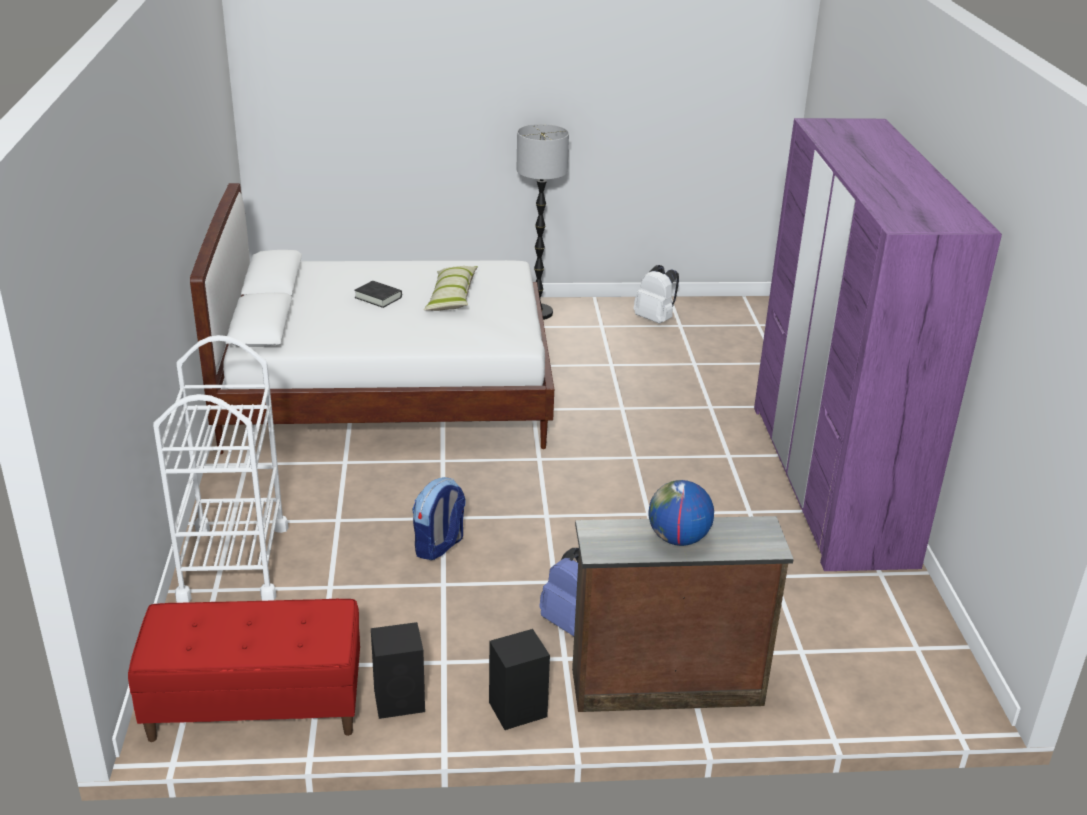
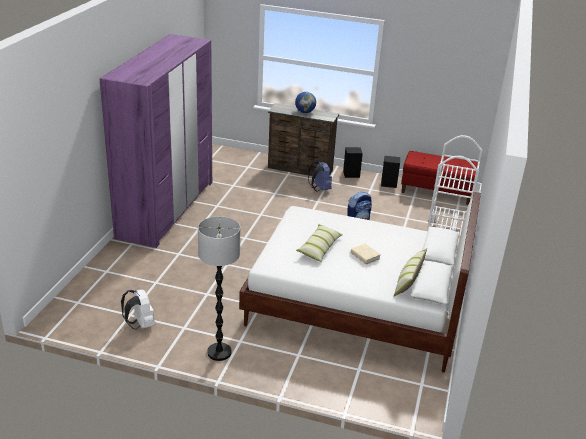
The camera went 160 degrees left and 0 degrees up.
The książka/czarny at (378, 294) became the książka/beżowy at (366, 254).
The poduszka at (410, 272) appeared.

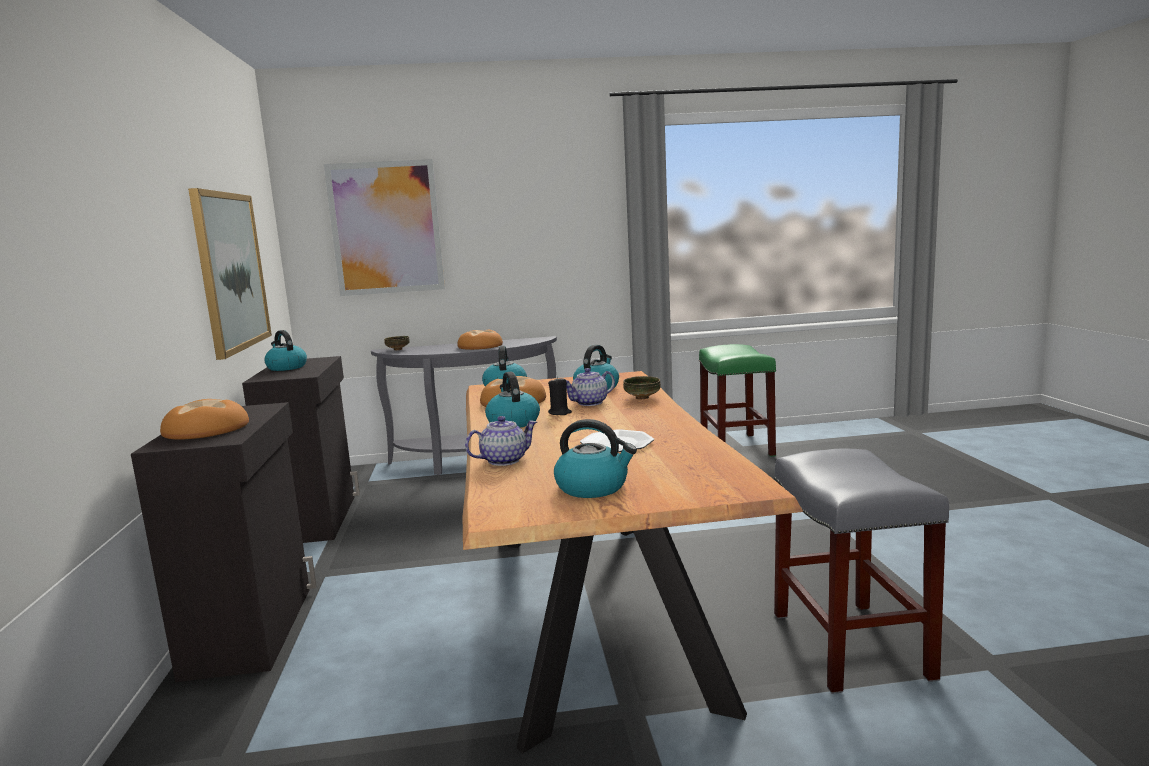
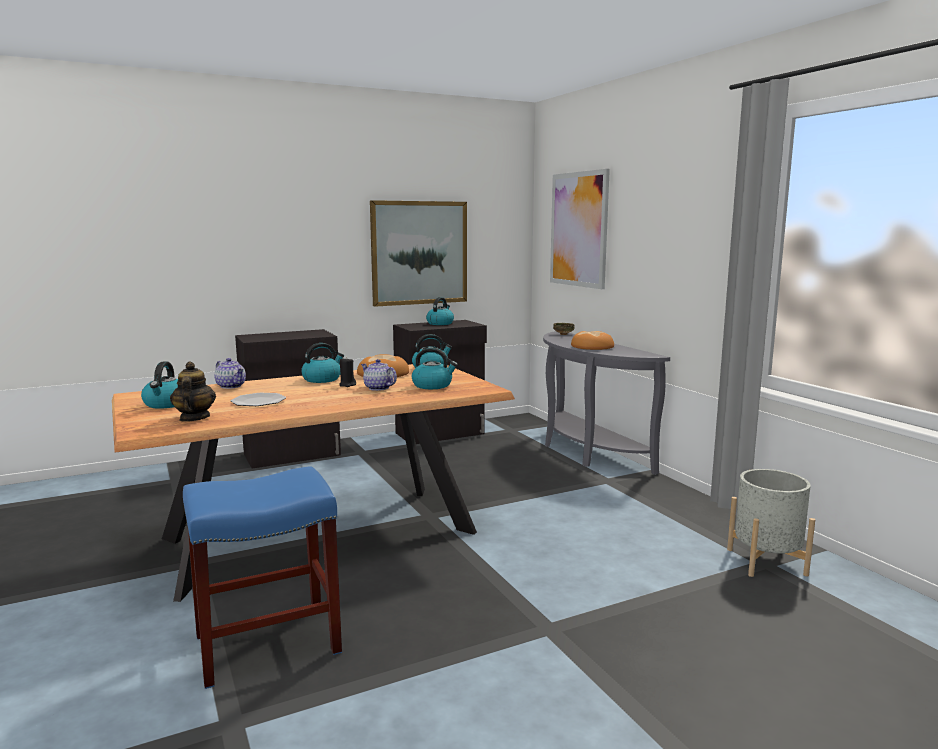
The camera went 70 degrees right and 0 degrees up.
The chleb at (204, 419) disappeared.
The miska at (642, 387) disappeared.
The stołek/zielony at (737, 400) was replaced by the donica/szary at (771, 523).
The stołek/szary at (861, 571) became the stołek/niebieski at (262, 577).
The imbryk at (193, 392) appeared.

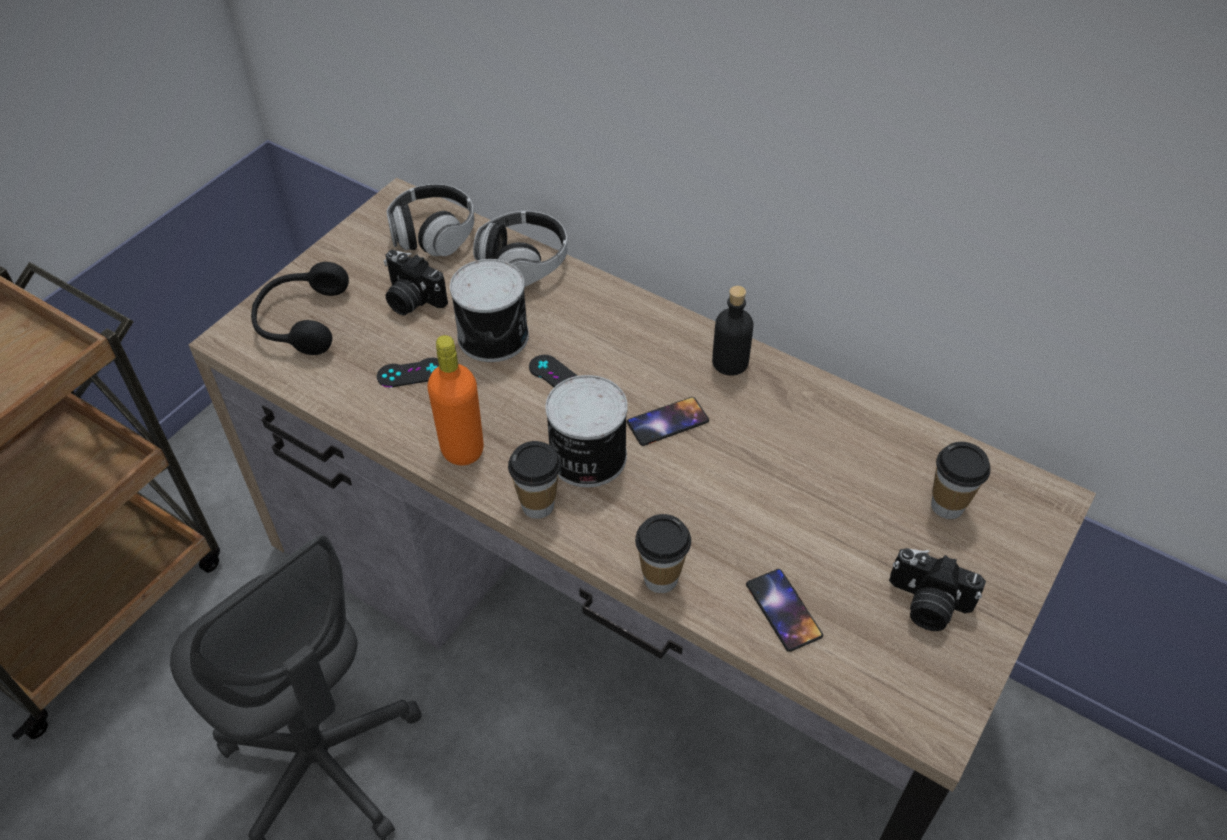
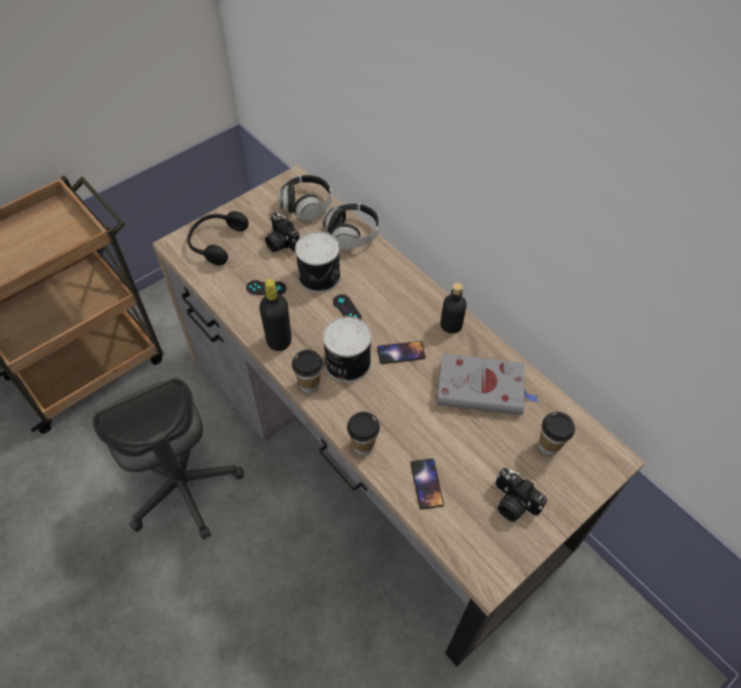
The camera went 15 degrees right and 5 degrees up.
The butelka/pomarańczowy at (455, 400) became the butelka/czarny at (275, 315).
The książka/szary at (487, 384) appeared.

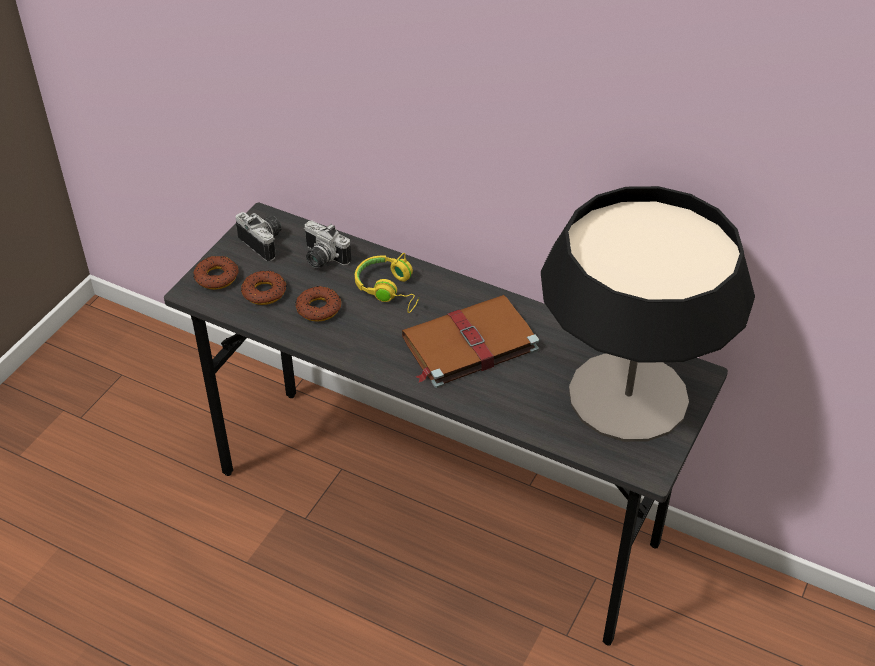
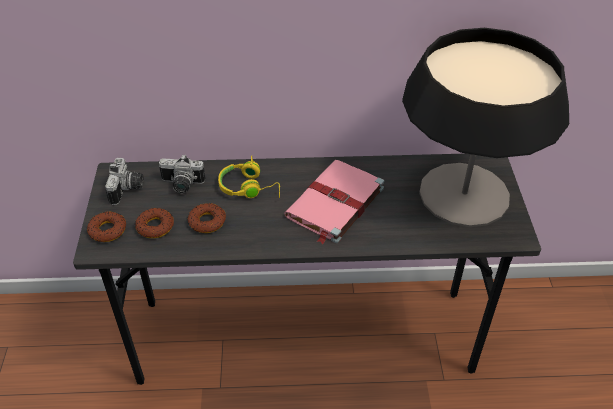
The camera went 30 degrees left and 0 degrees up.
The aparat fotograficzny at (258, 236) turned 75 degrees clockwise.
The książka/brązowy at (470, 341) became the książka/różowy at (334, 202).

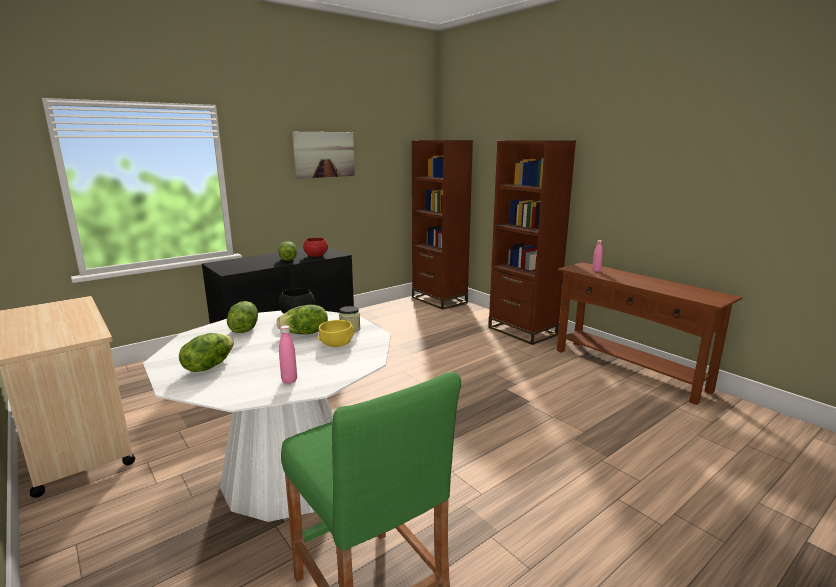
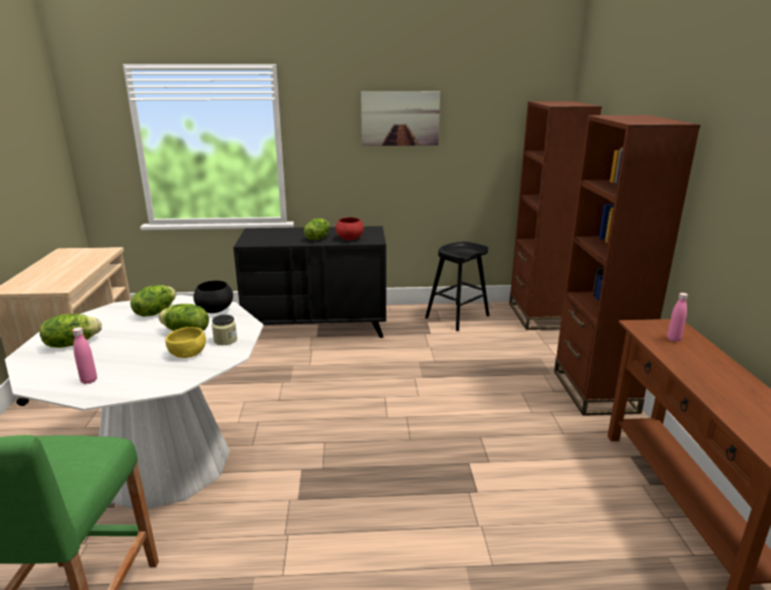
The camera went 35 degrees right and 5 degrees up.
The stołek/czarny at (457, 286) appeared.

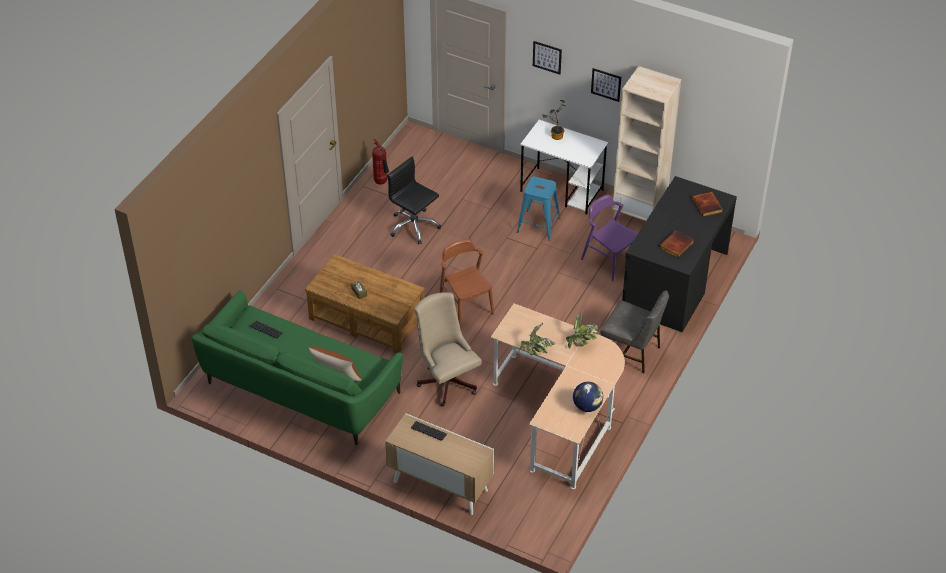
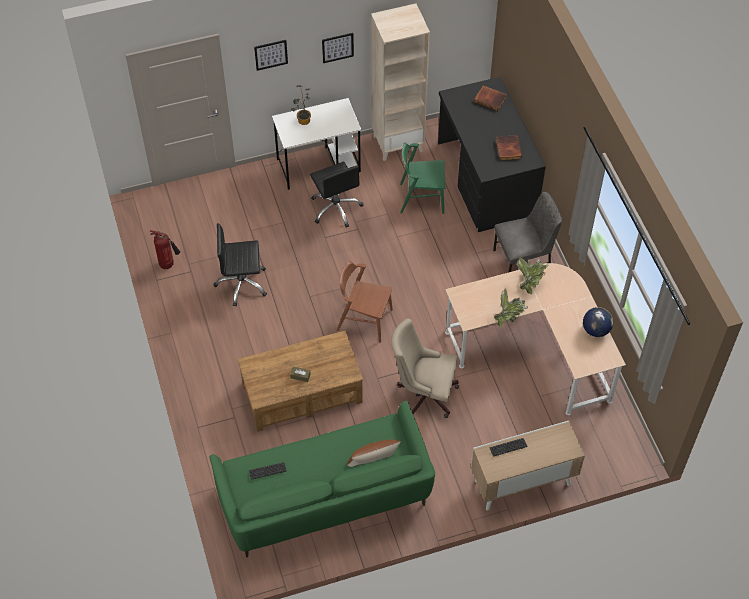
The camera went 45 degrees left and 10 degrees up.
The stołek/niebieski at (538, 209) was replaced by the krzesło biurowe/czarny at (336, 194).
The krzesło/fioletowy at (609, 238) became the krzesło/zielony at (422, 178).

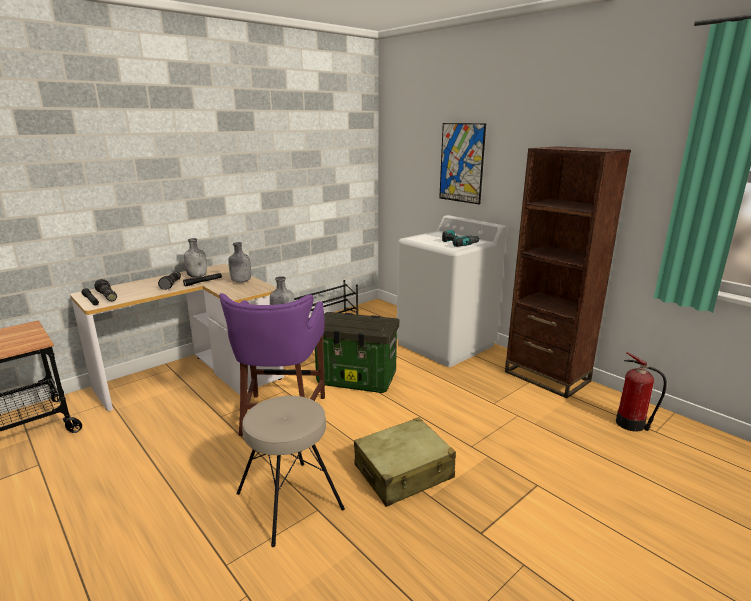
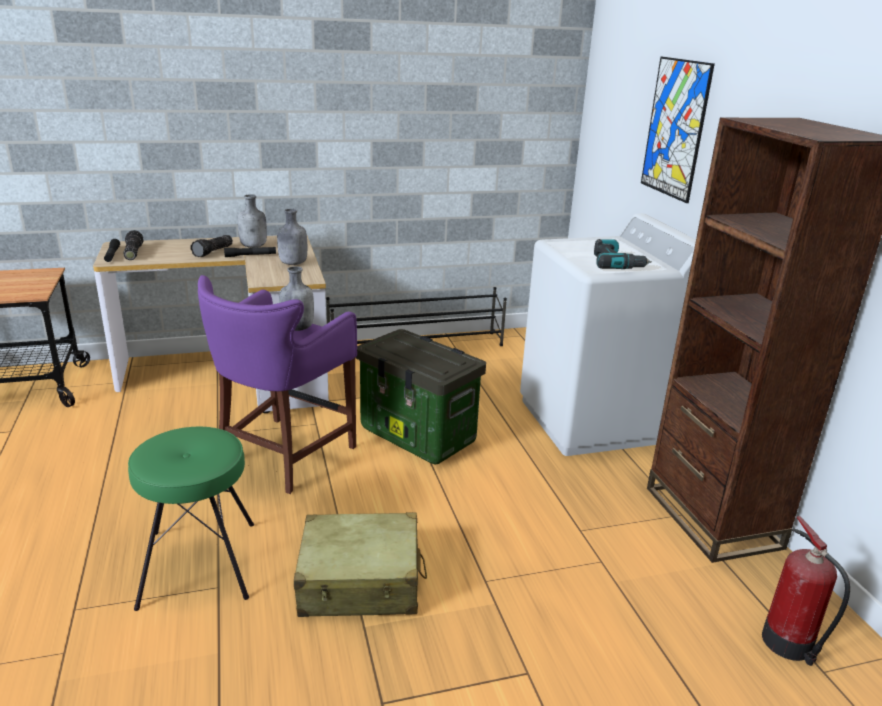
The camera went 25 degrees right and 5 degrees up.
The stołek/beżowy at (291, 471) became the stołek/zielony at (191, 519).

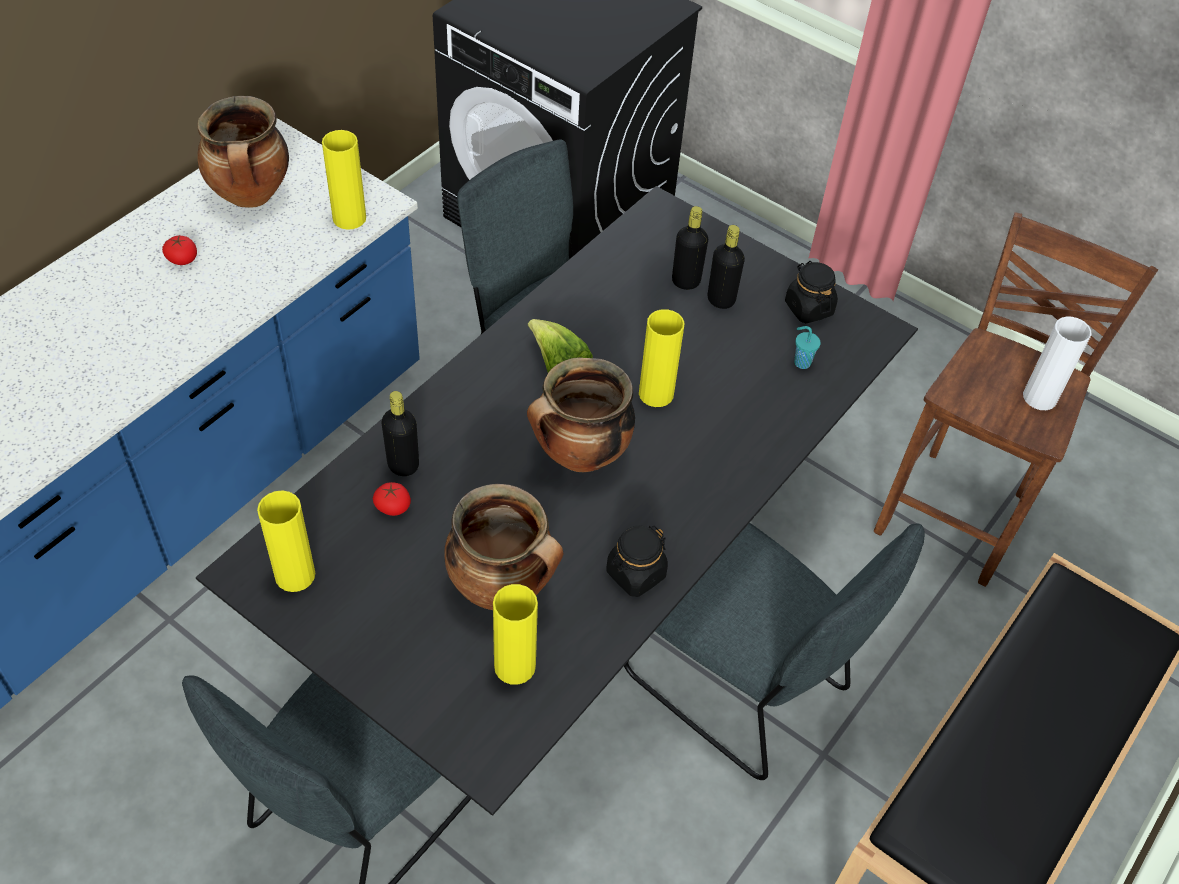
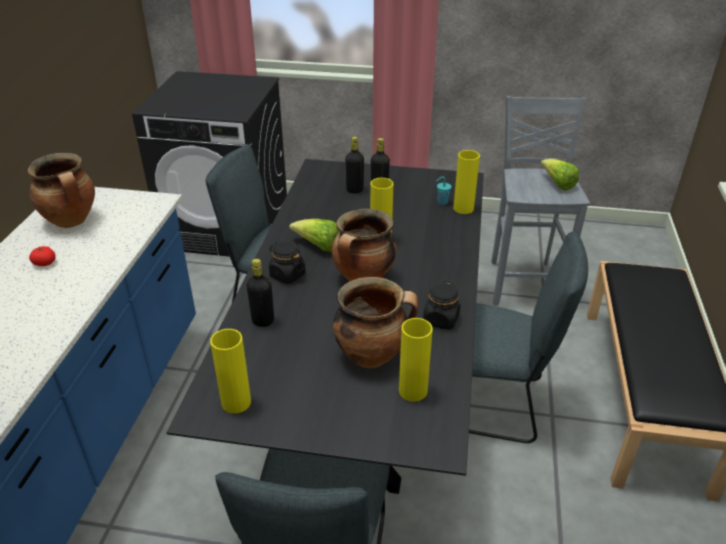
The camera went 25 degrees left and 15 degrees down.
The wazon/żółty moved from (344, 180) to (466, 182).
The pomidor at (392, 499) disappeared.
The słoik/czarny moved from (811, 292) to (287, 262).
The stołek/brązowy at (1016, 399) became the stołek/szary at (540, 201).
The wazon/biały at (1057, 363) was replaced by the sałata at (560, 175).

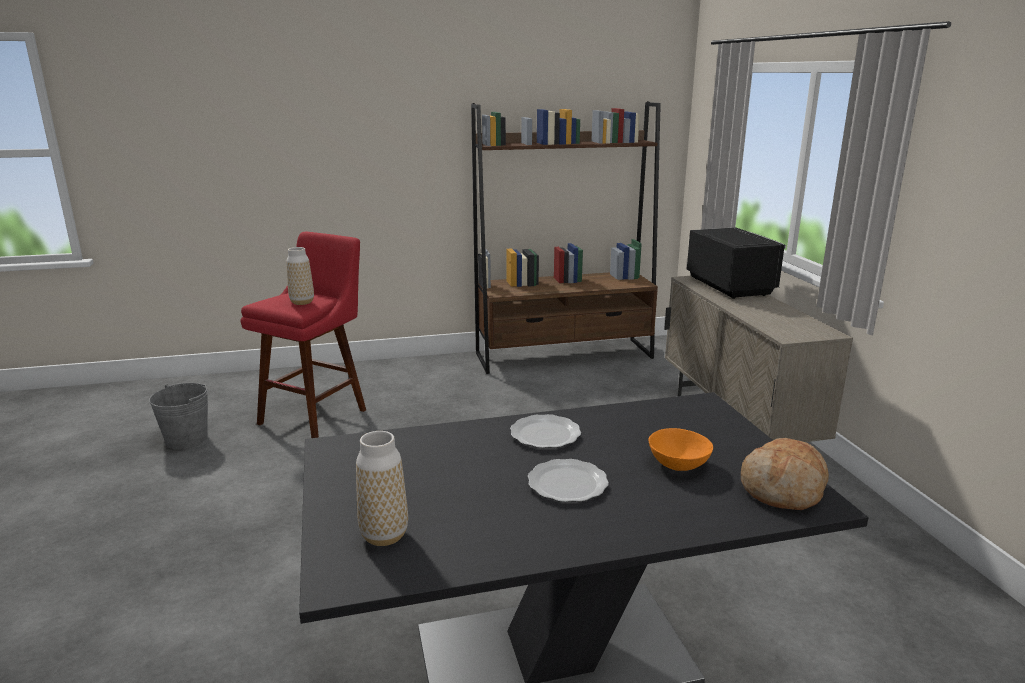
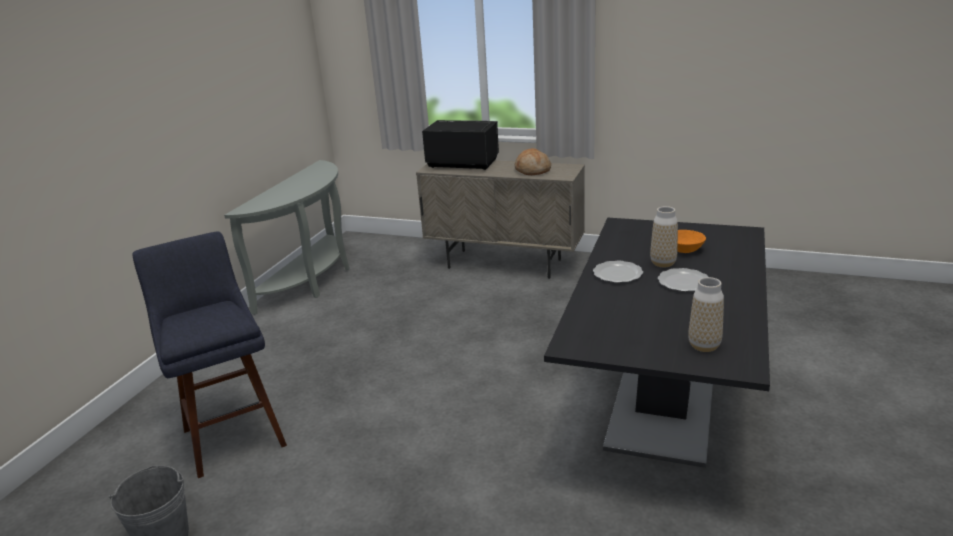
The camera went 55 degrees left and 5 degrees up.
The stołek/czerwony at (303, 335) became the stołek/niebieski at (209, 355).
The wazon moved from (300, 276) to (664, 236).
The regał/brązowy at (566, 237) was replaced by the stolik konsolowy/szary at (287, 237).
The chleb moved from (785, 474) to (533, 161).

